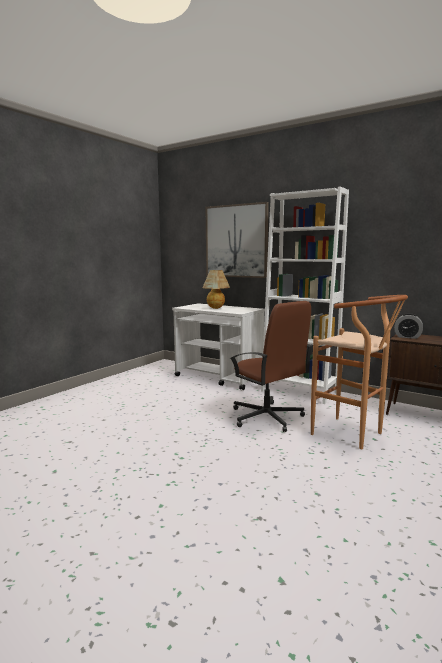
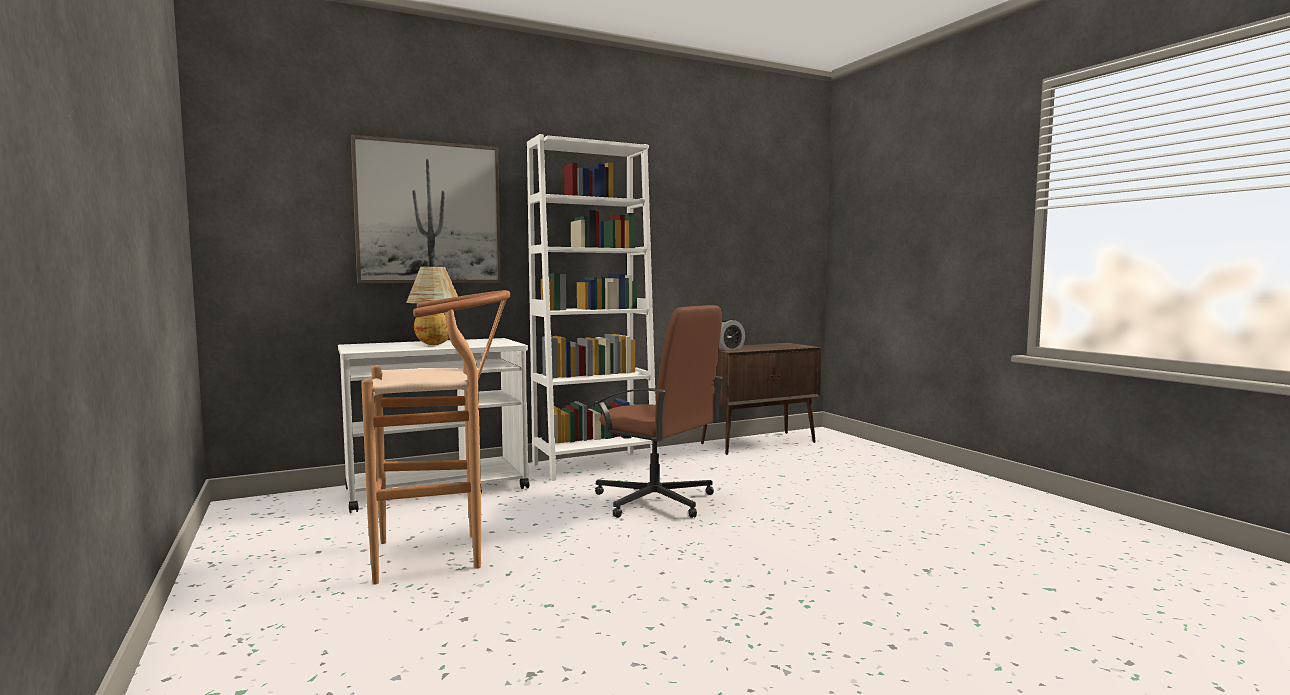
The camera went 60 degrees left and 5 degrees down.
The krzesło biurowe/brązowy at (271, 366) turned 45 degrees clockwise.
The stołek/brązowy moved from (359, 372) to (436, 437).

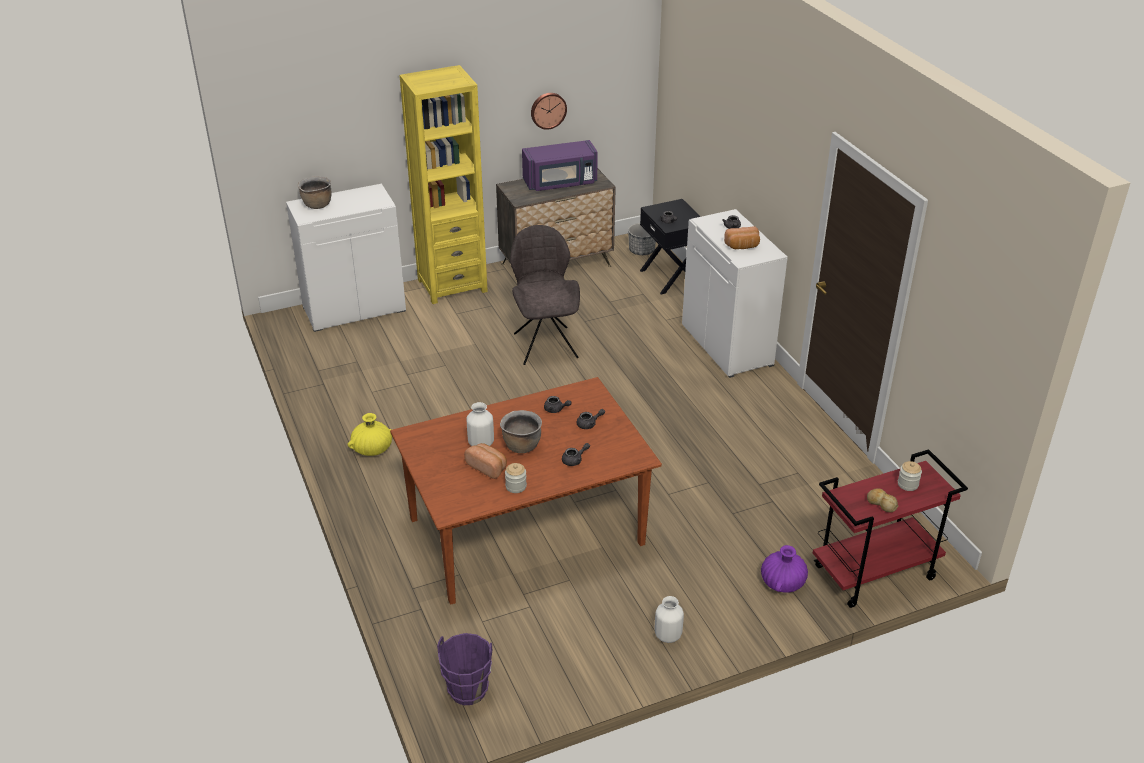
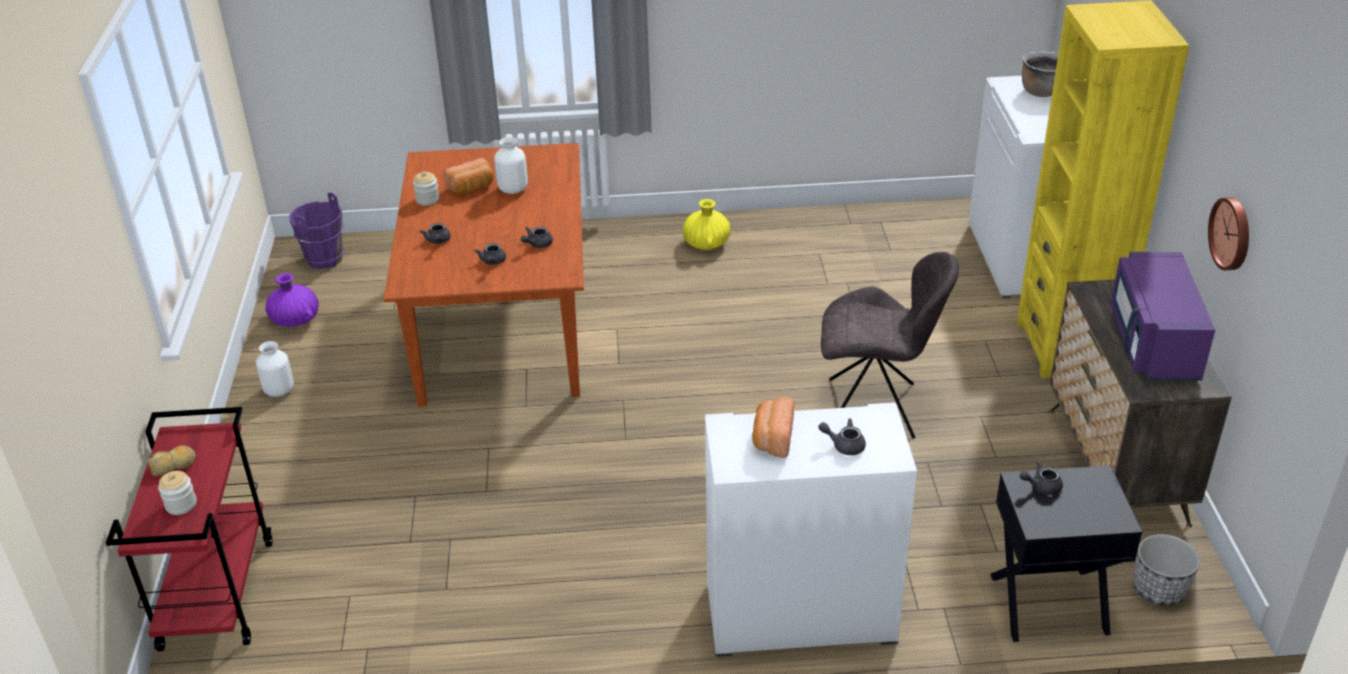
The camera went 110 degrees right and 0 degrees up.
The garnek/brązowy at (521, 431) disappeared.
The wazon/fioletowy moved from (784, 569) to (292, 300).

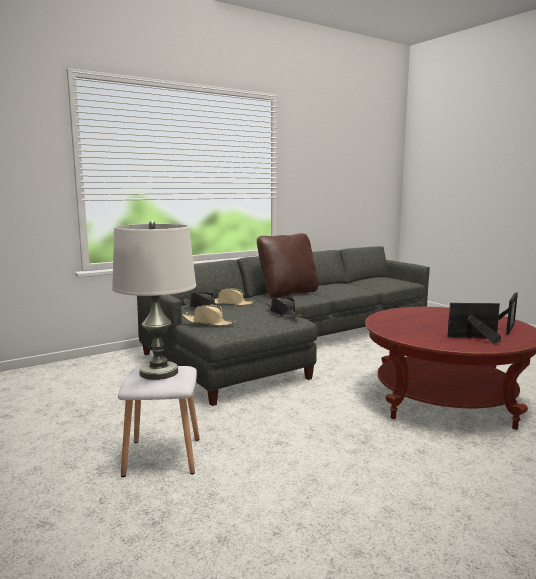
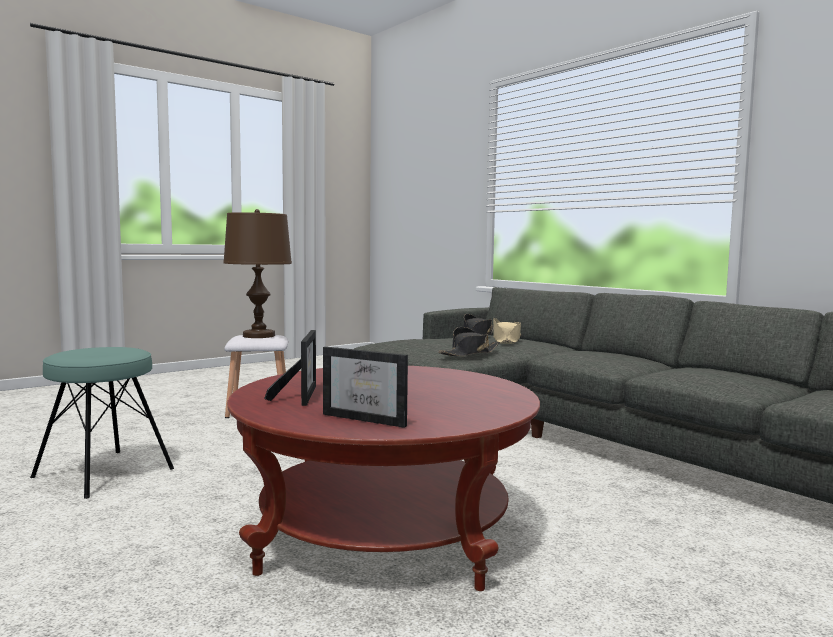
The camera went 85 degrees right and 5 degrees down.
The lampa stołowa/biały at (154, 300) became the lampa stołowa/brązowy at (257, 273).
The kapelusz/beżowy at (209, 315) disappeared.
The poduszka/brązowy at (288, 265) disappeared.
The stołek/turkusowy at (102, 423) appeared.

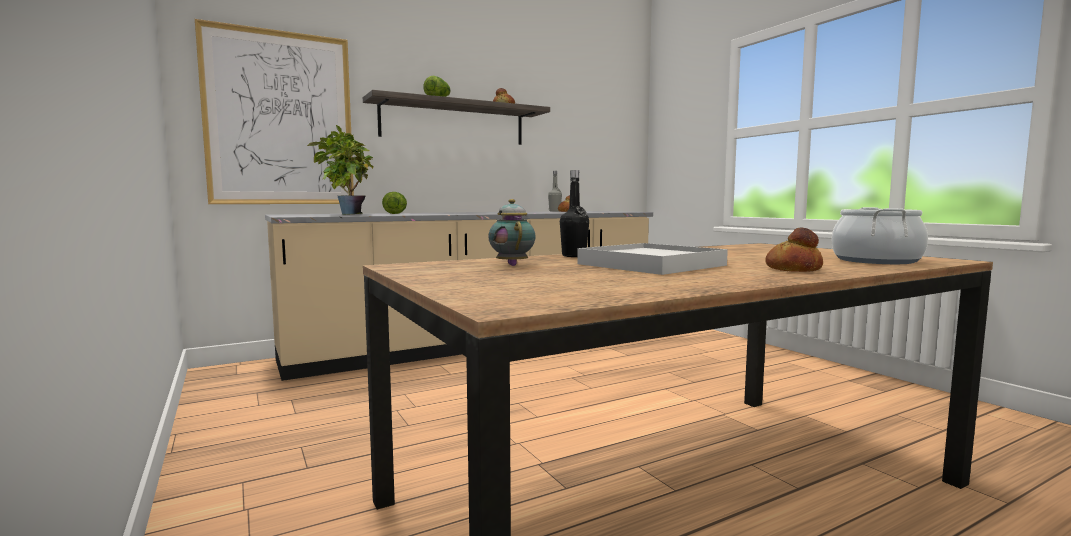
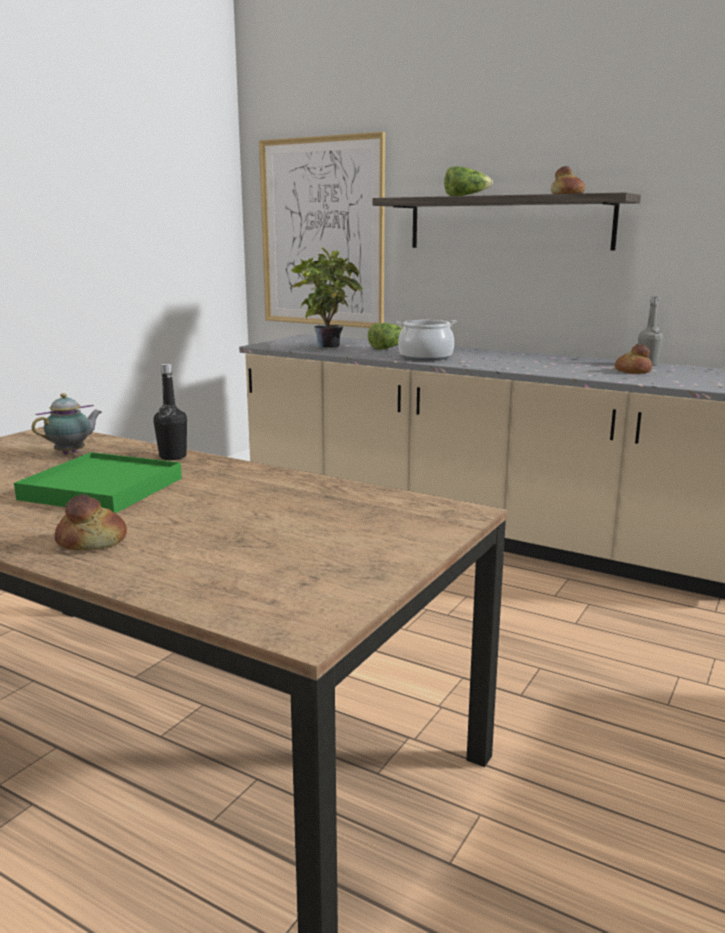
The camera went 60 degrees right and 10 degrees up.
The taca/biały at (652, 259) became the taca/zielony at (98, 482).
The garnek moved from (879, 235) to (426, 340).

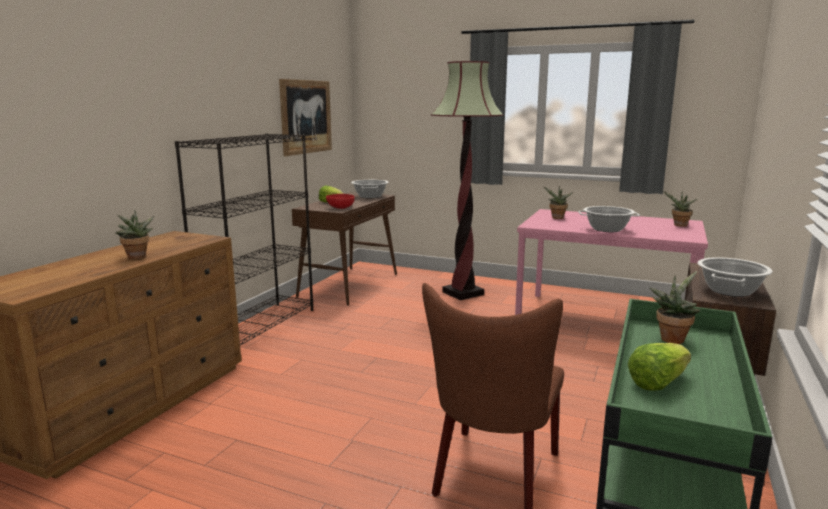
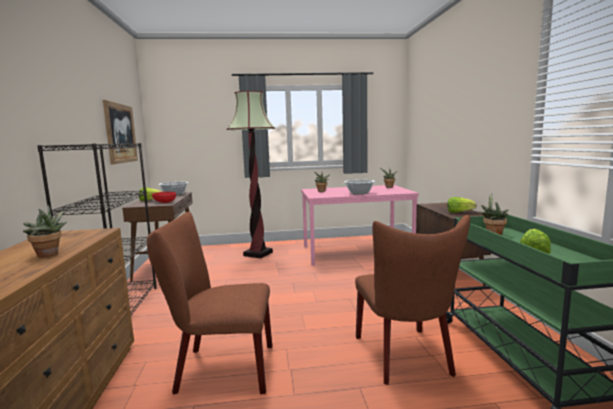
The camera went 30 degrees left and 5 degrees down.
The garnek at (735, 277) was replaced by the sałata at (461, 205).
The krzesło/brązowy at (209, 303) appeared.

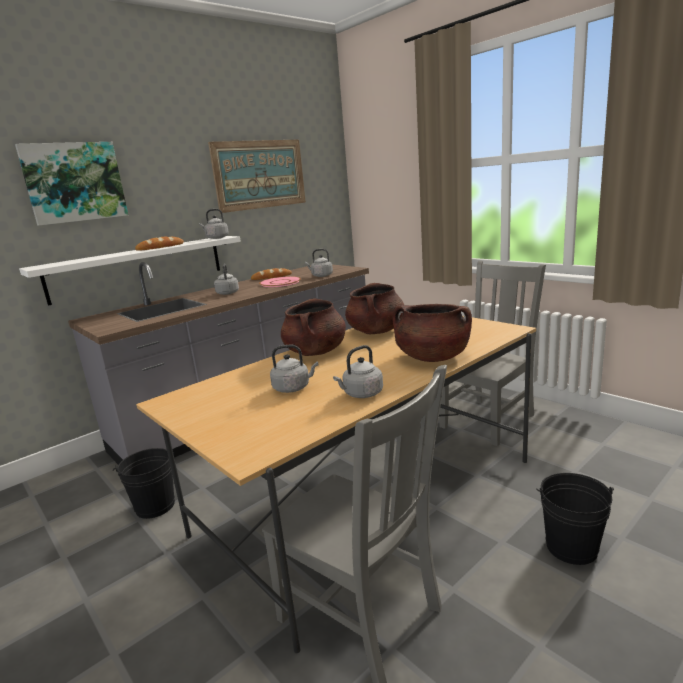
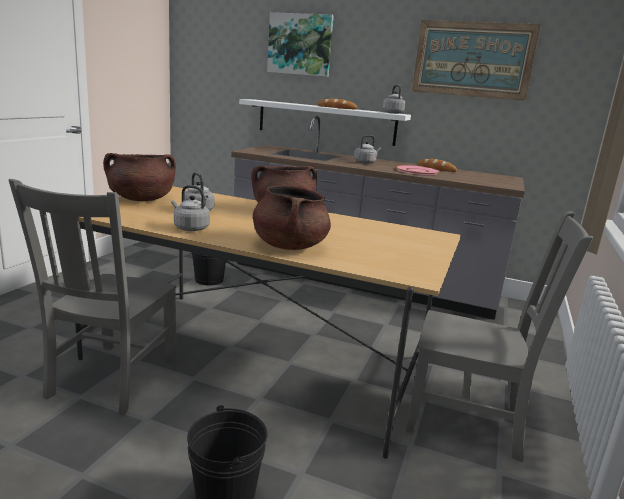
The camera went 60 degrees right and 0 degrees up.
The czajnik/szary at (319, 263) disappeared.
The garnek/brązowy moved from (374, 308) to (139, 177).

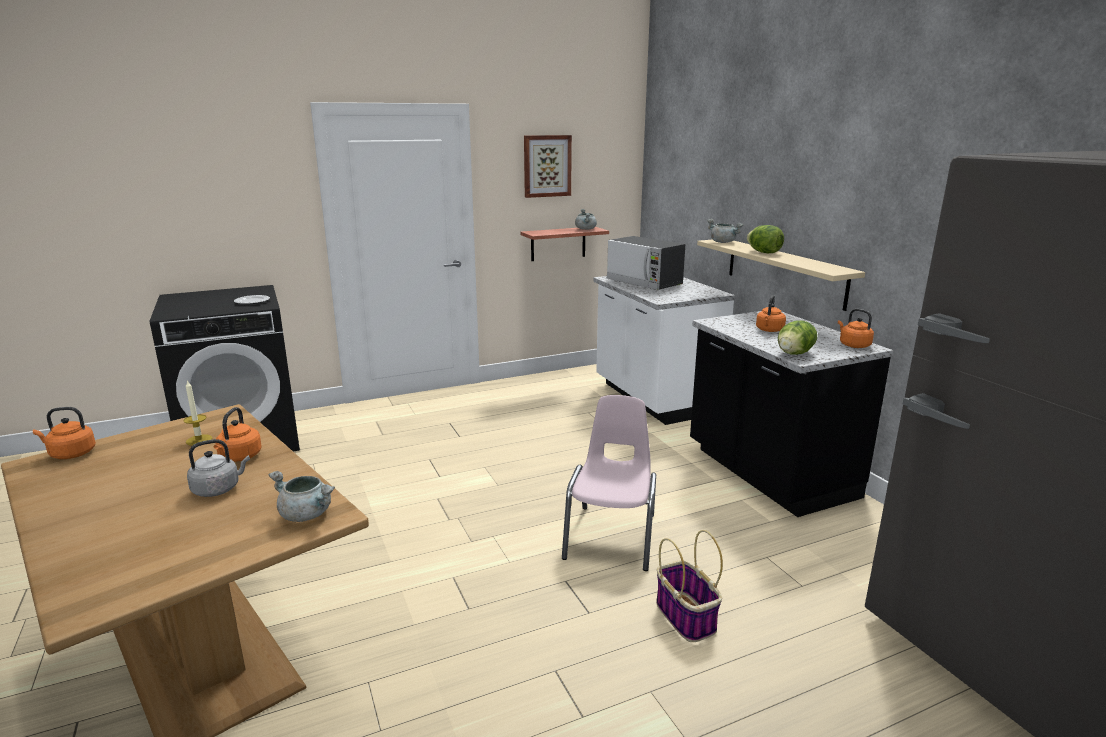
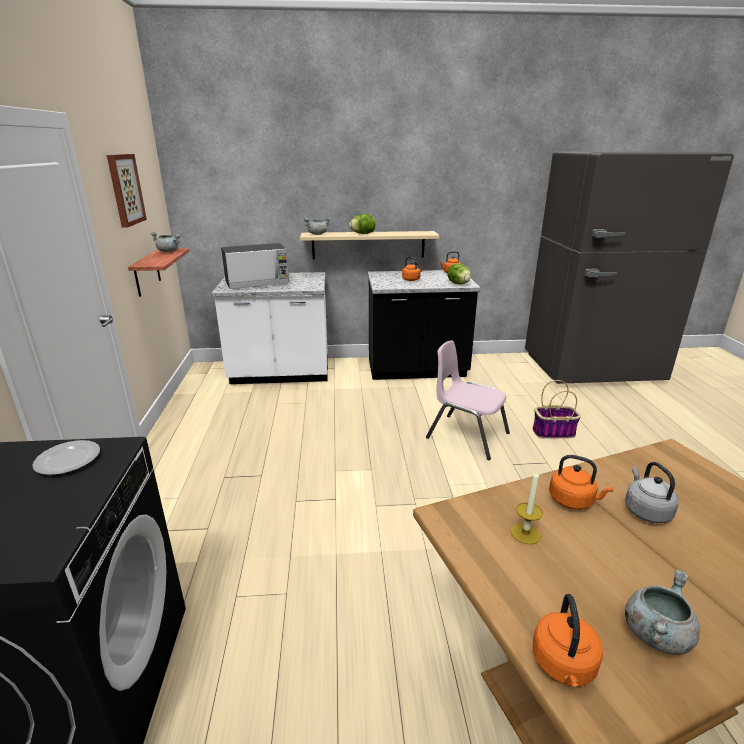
The camera went 70 degrees left and 5 degrees up.
The garnek/szary moved from (302, 496) to (662, 612).

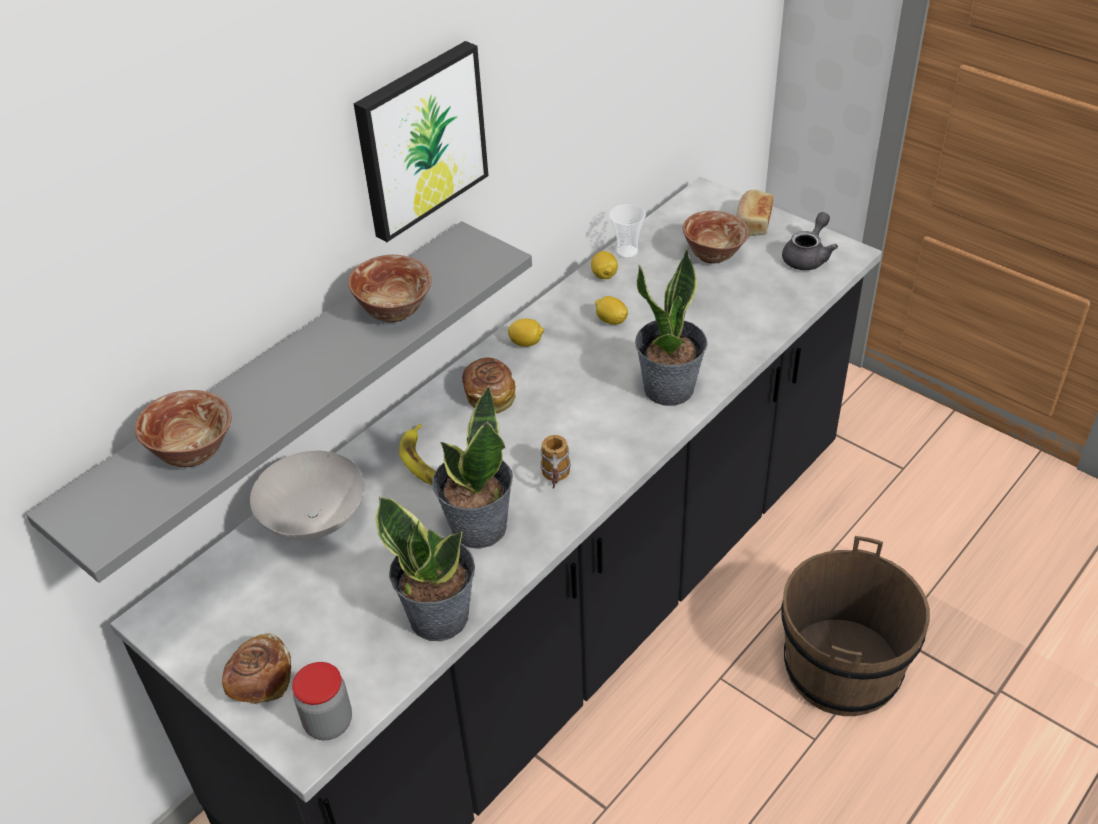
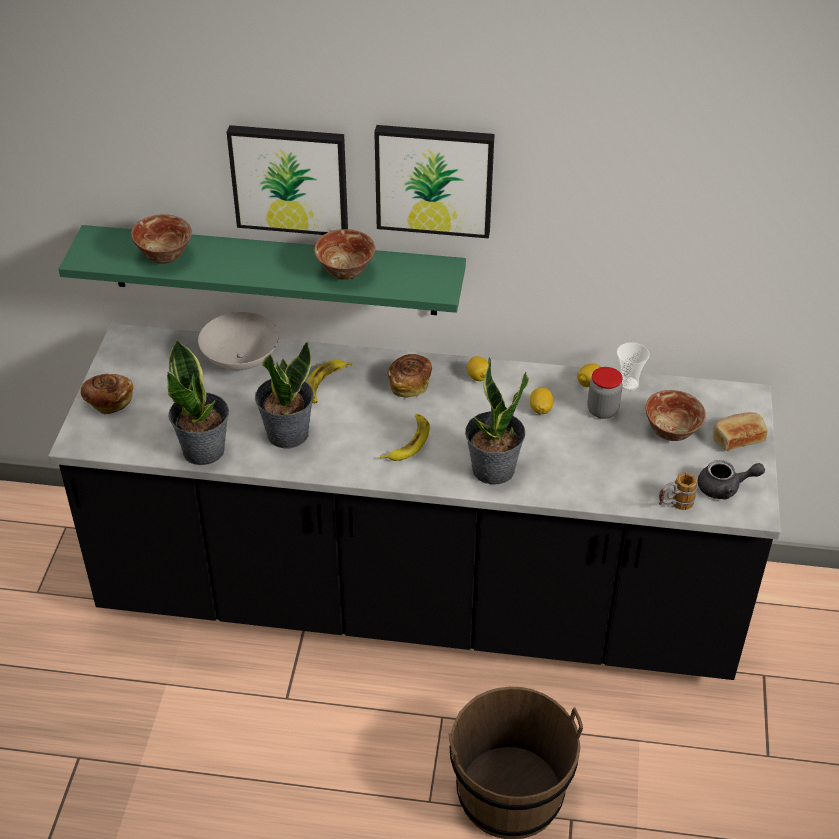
The camera went 55 degrees right and 0 degrees up.
The półka/szary at (279, 402) became the półka/zielony at (262, 270).
The słoik moved from (322, 701) to (605, 393).
The kubek moved from (556, 462) to (678, 491).
The obraz at (287, 180) appeared.
The banan at (405, 437) appeared.

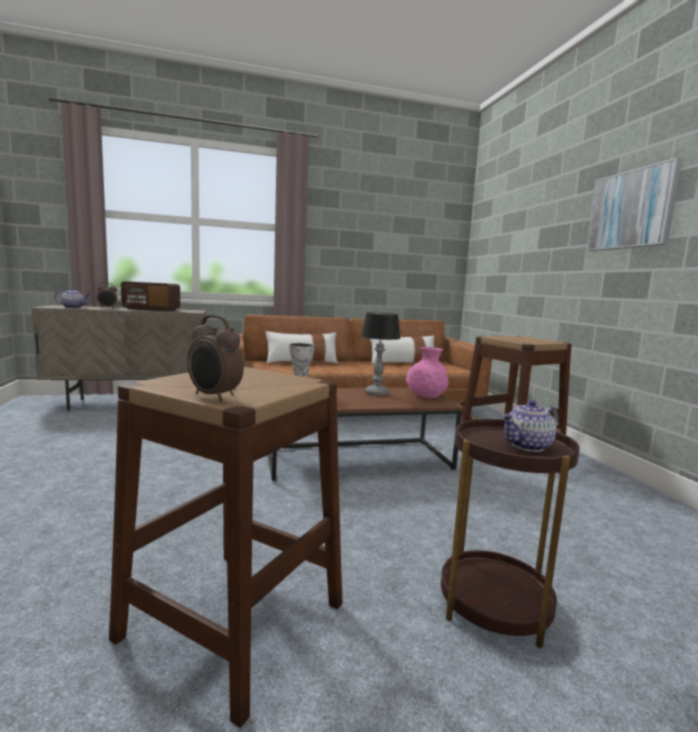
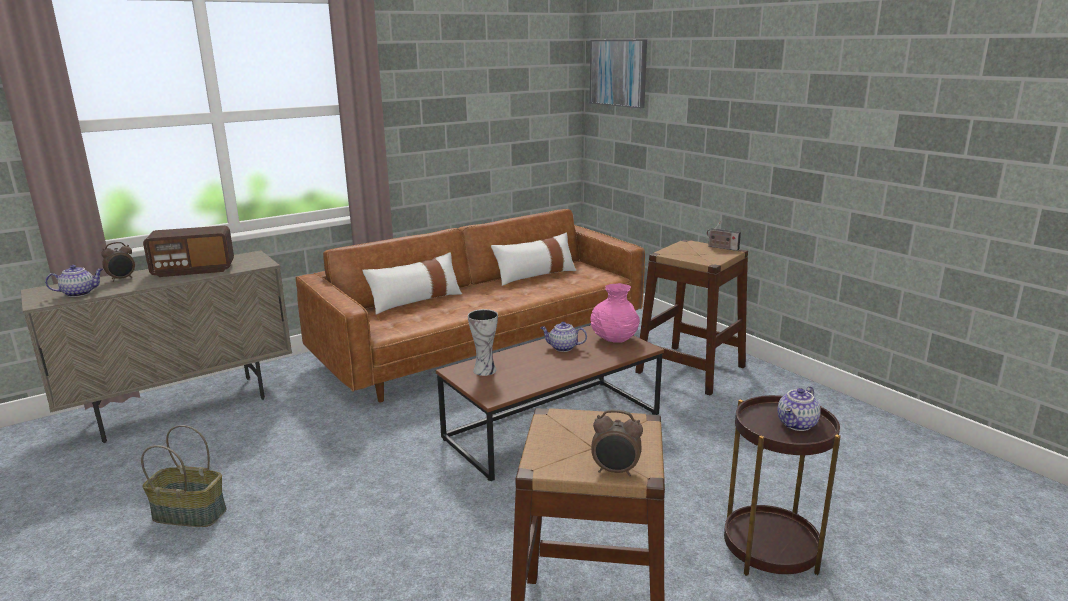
The camera went 20 degrees left and 10 degrees up.
The lampa stołowa at (381, 354) was replaced by the imbryk at (563, 337).
The obraz moved from (634, 204) to (618, 74).
The koszyk at (184, 476) appeared.
The radio at (724, 235) appeared.

